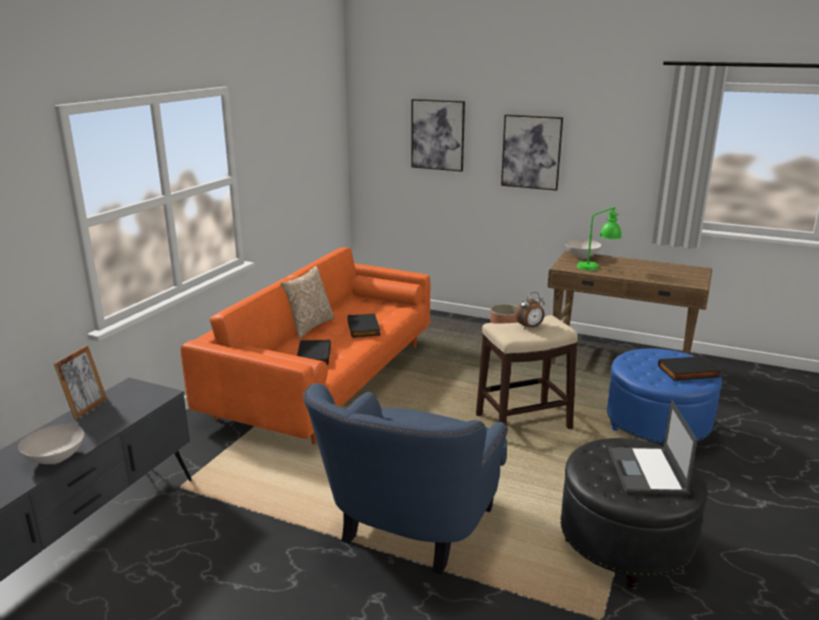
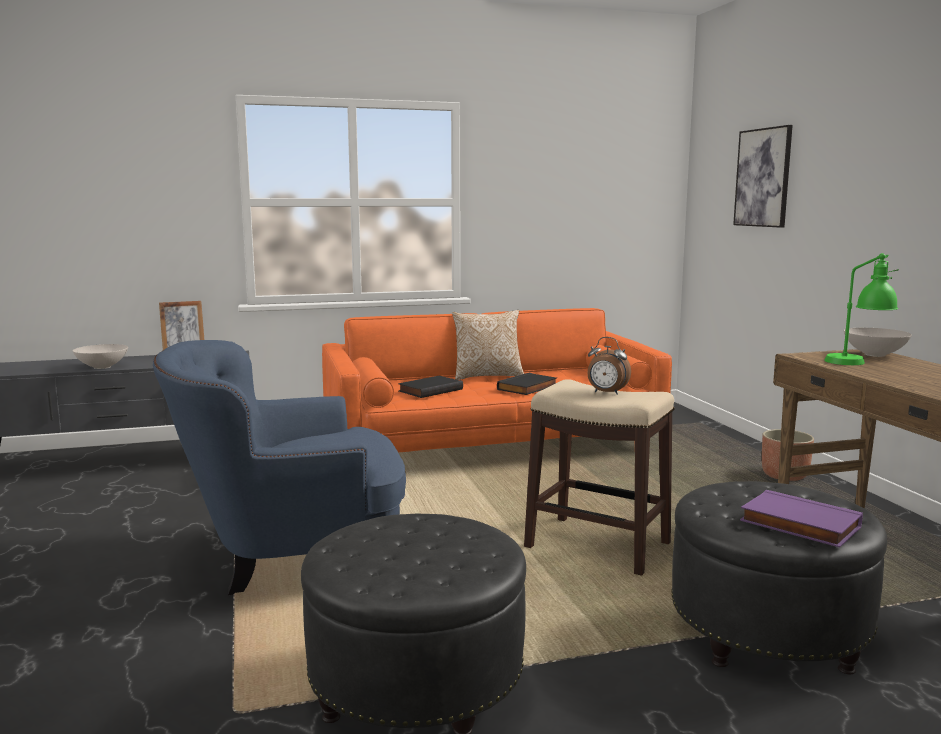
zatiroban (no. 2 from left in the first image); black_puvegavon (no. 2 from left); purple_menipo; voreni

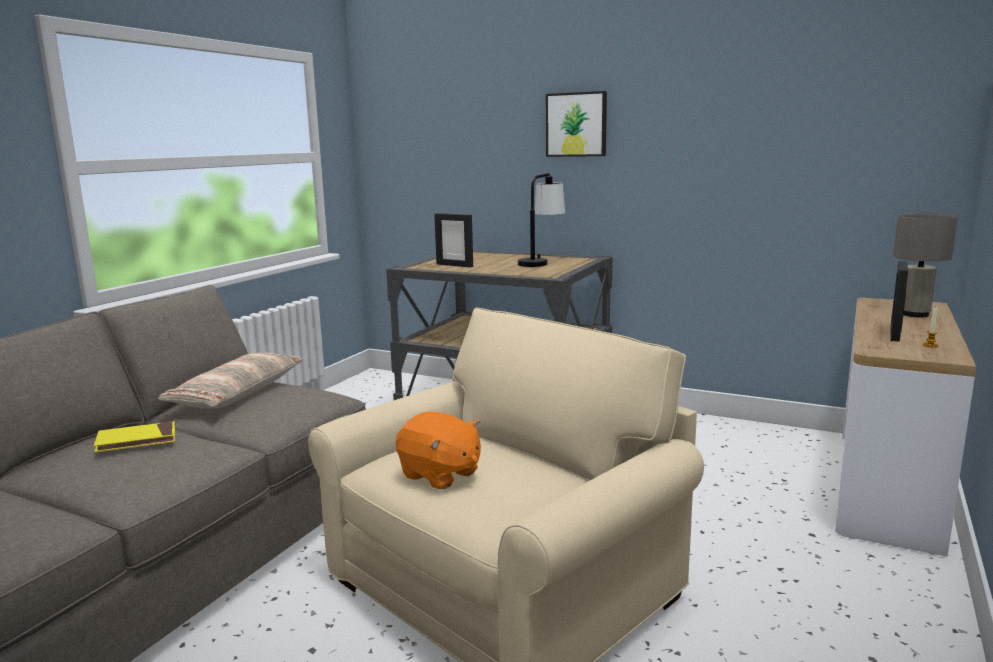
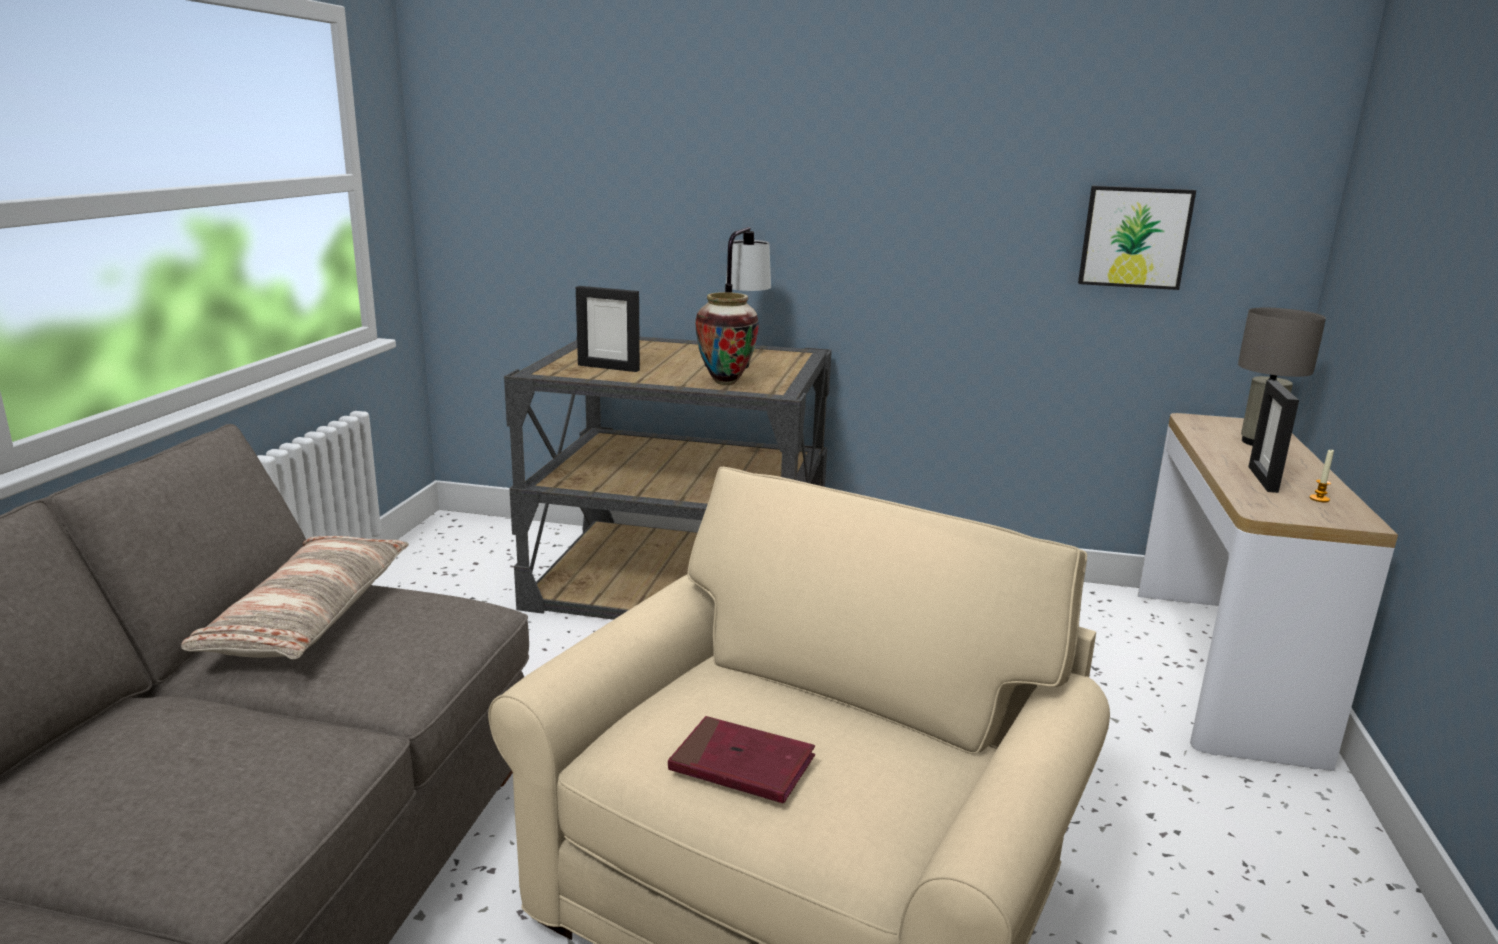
zatiroban; red_menipo; yellow_menipo; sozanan

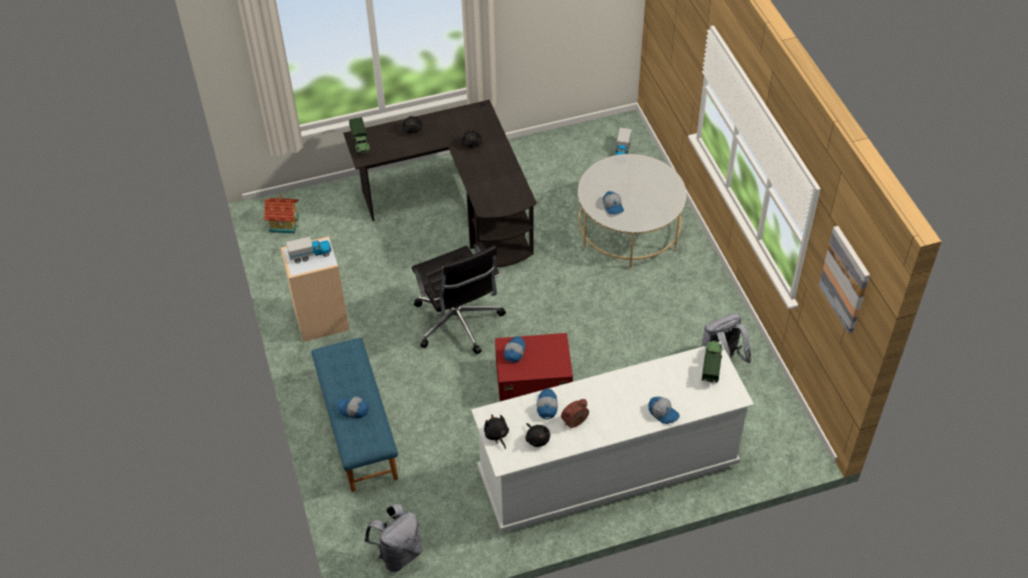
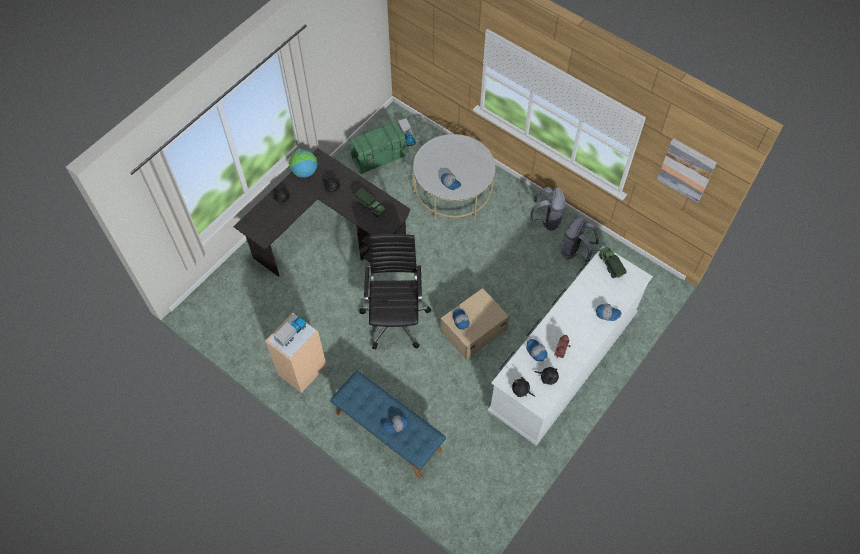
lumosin (no. 2 from left); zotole; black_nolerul; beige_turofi; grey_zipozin (no. 1 from left); green_turofi; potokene

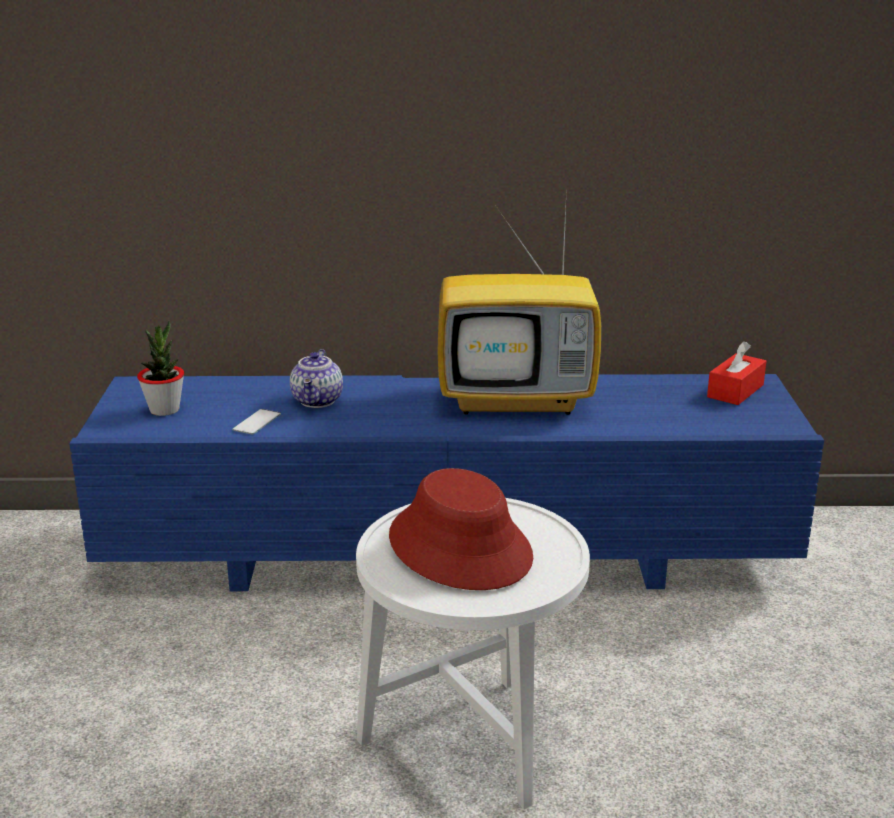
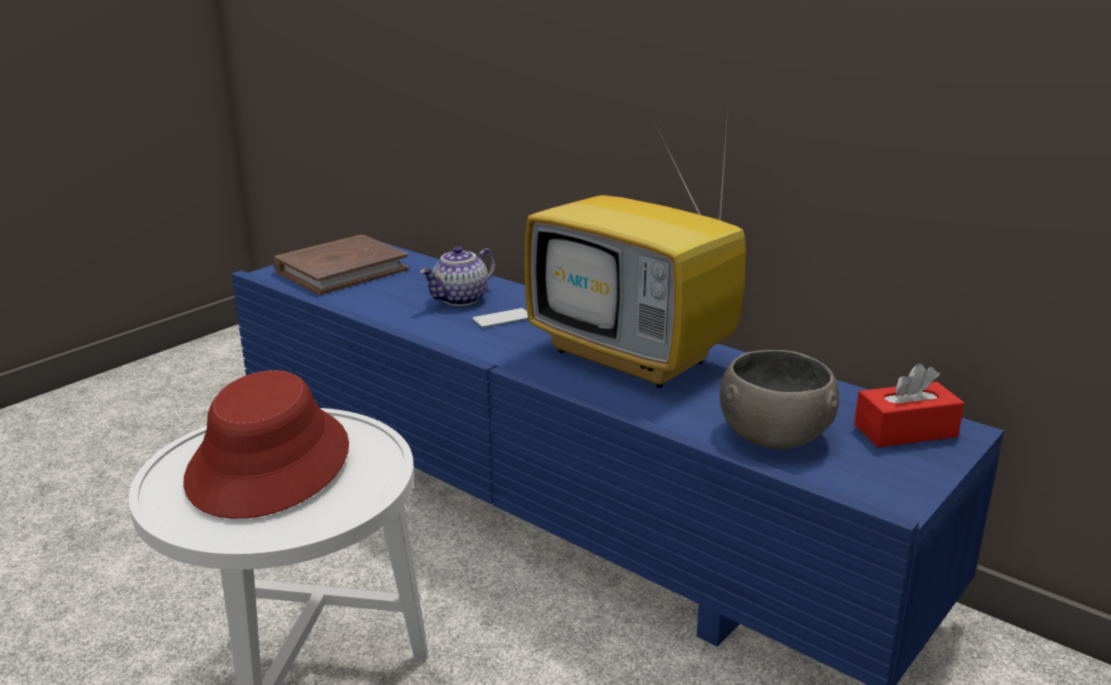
brown_menipo; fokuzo; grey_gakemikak

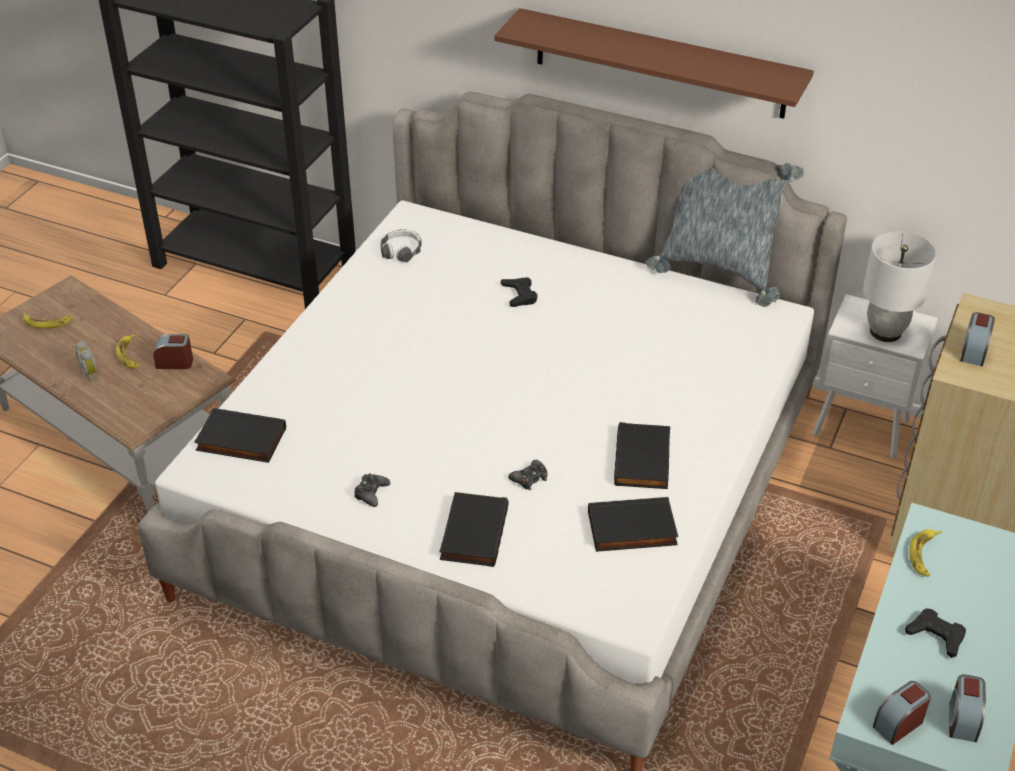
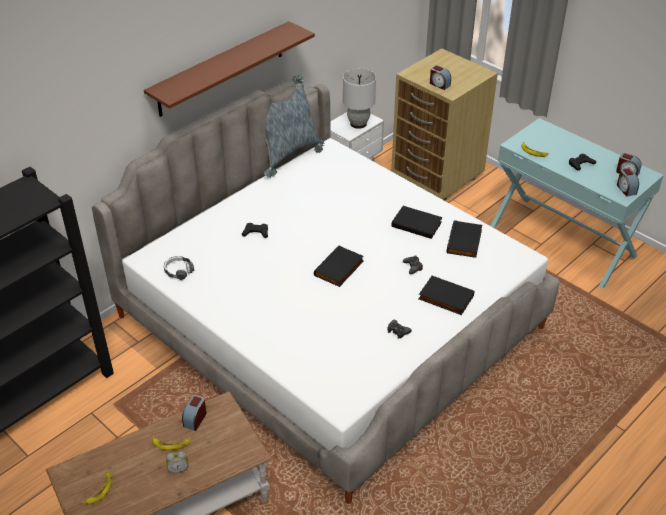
black_menipo (no. 1 from left)

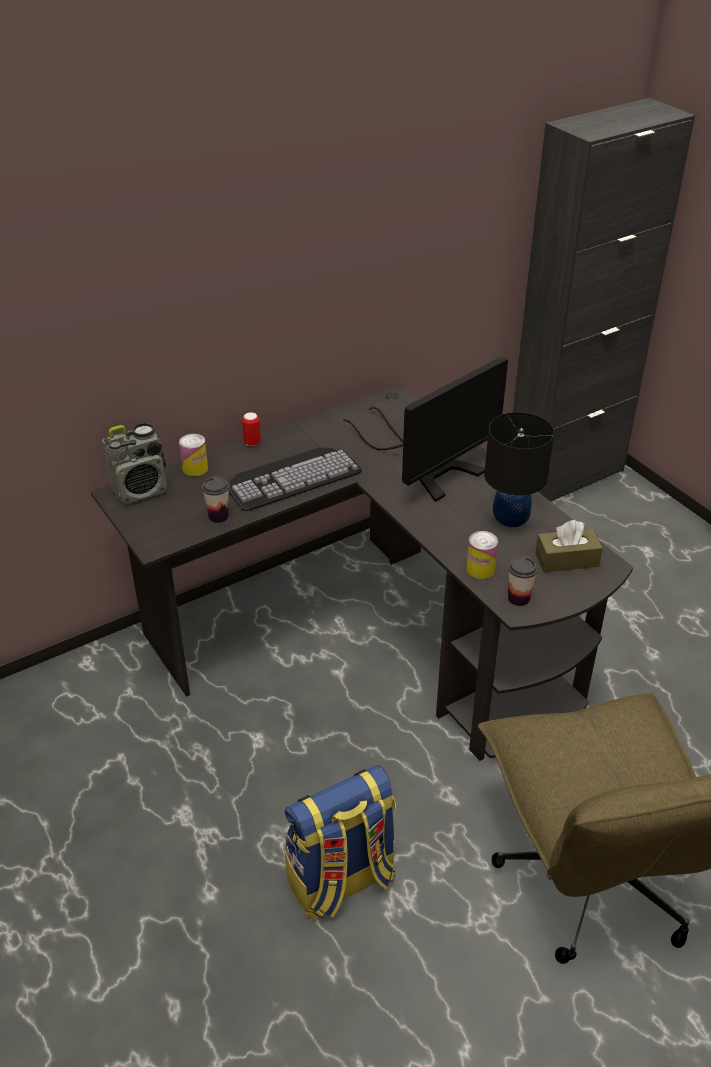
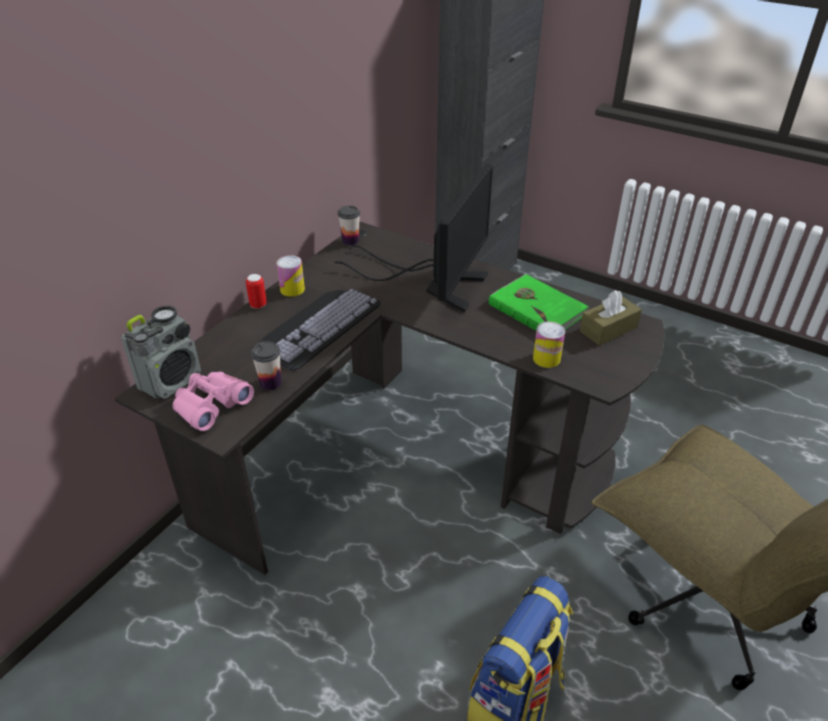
green_menipo; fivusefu (no. 2 from left); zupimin (no. 2 from left); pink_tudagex

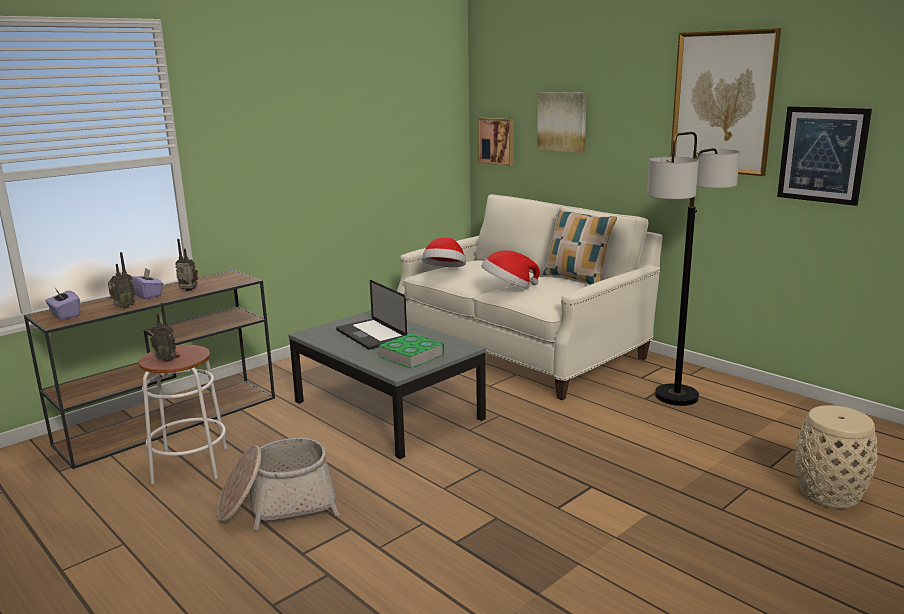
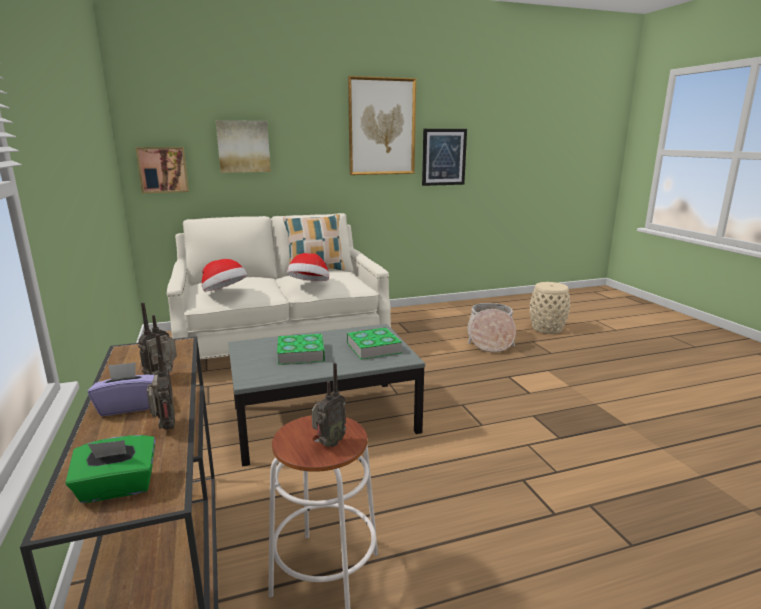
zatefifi; menipo (no. 1 from left); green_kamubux; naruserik

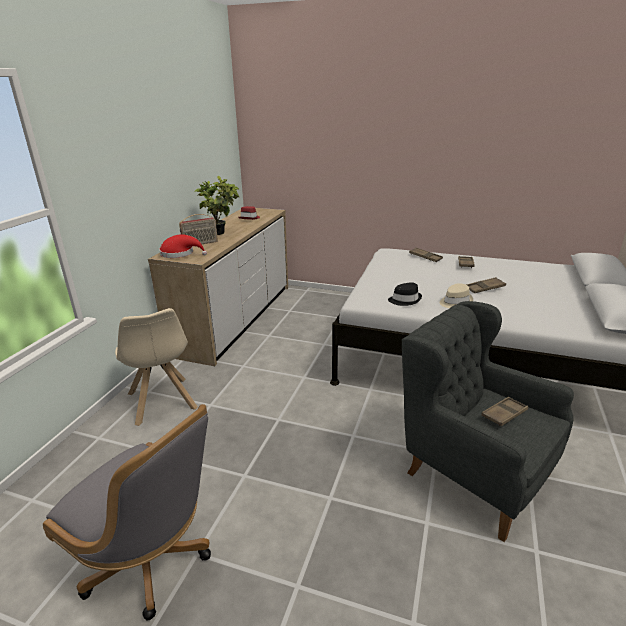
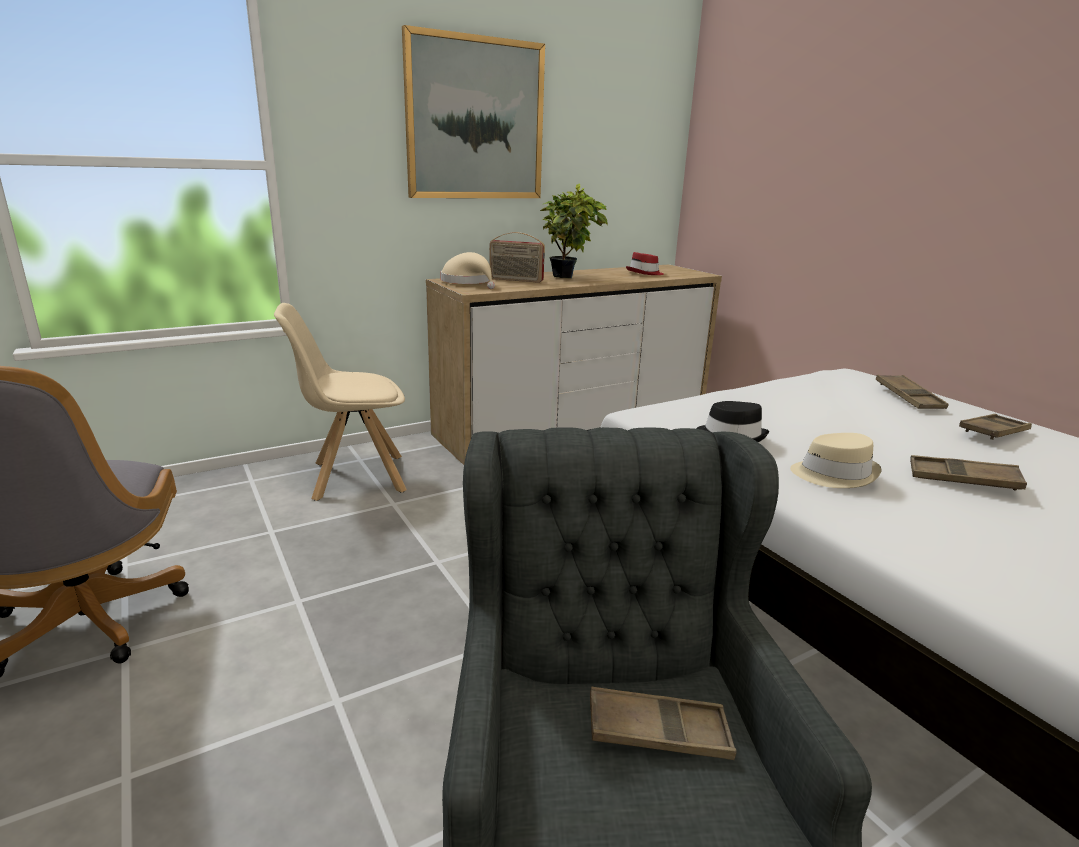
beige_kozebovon (no. 1 from left); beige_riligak; zatiroban

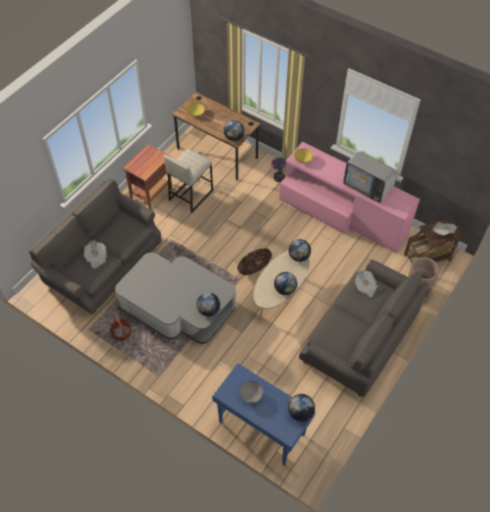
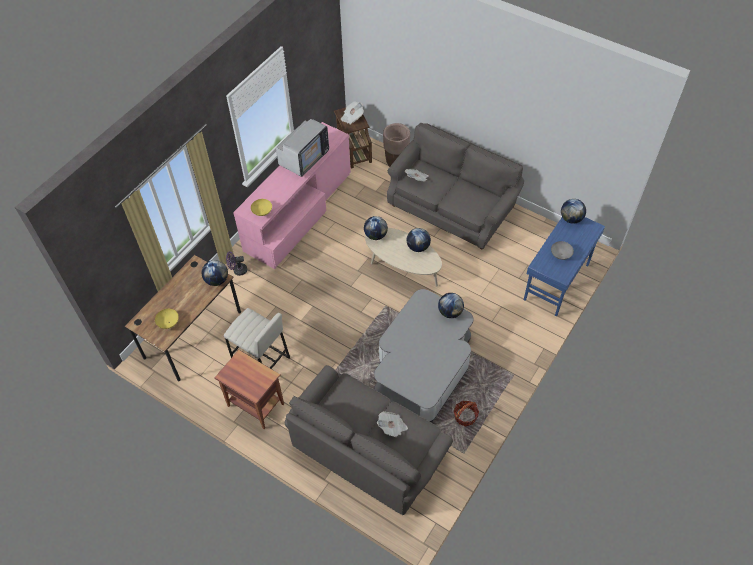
naruserik (no. 2 from left in the first image)

